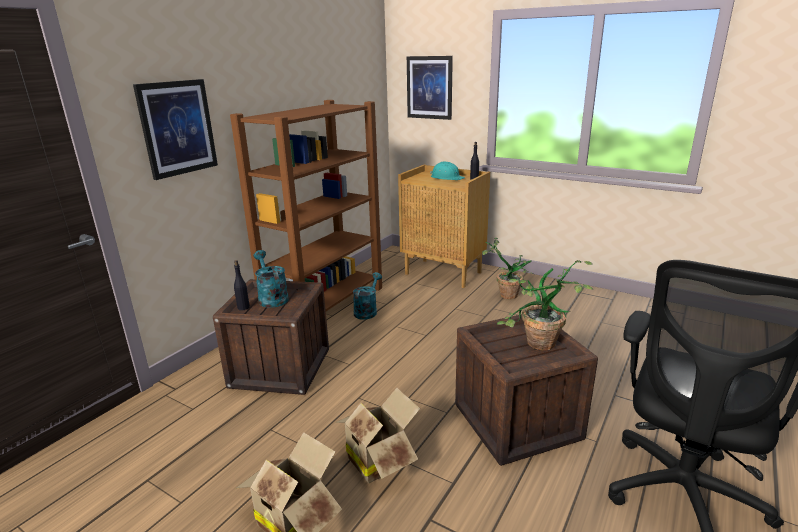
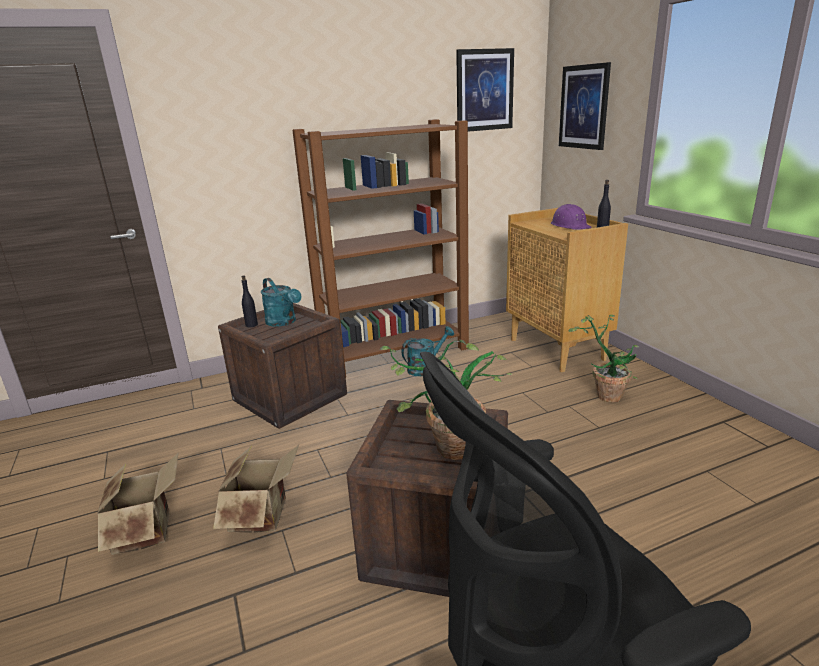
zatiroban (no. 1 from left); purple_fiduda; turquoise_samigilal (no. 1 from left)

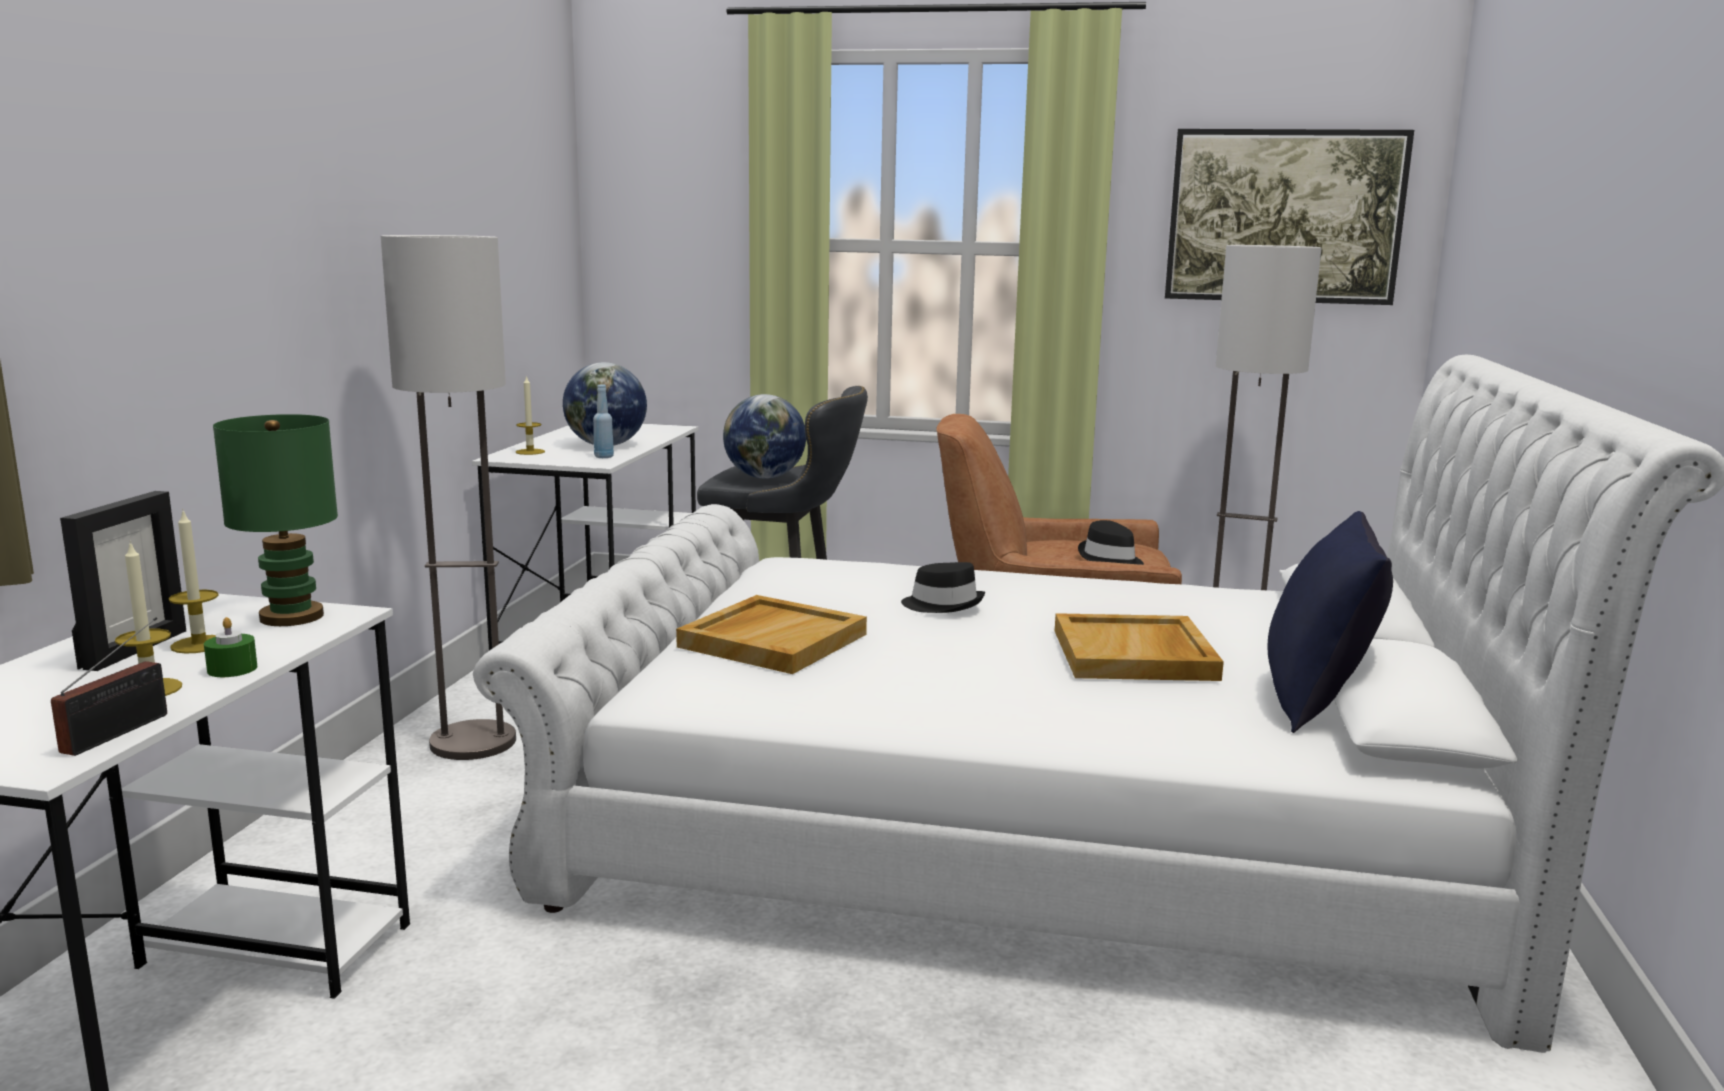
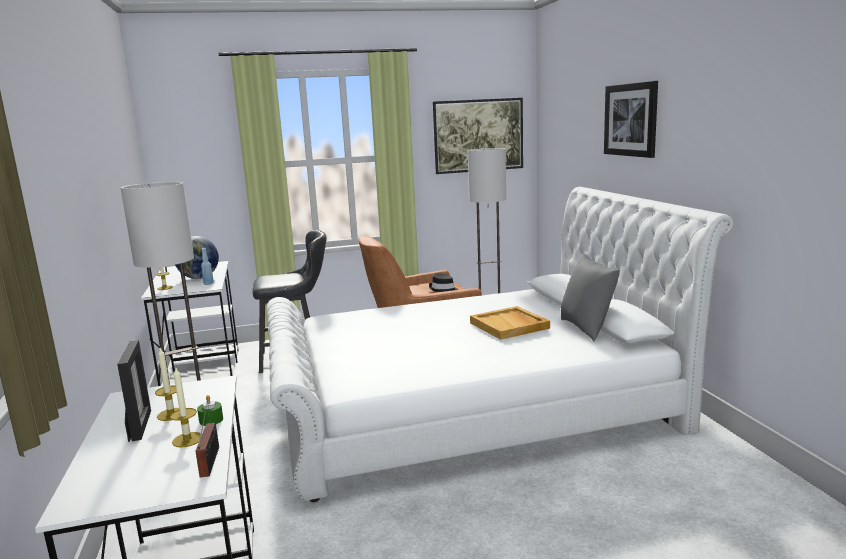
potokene (no. 2 from left in the first image); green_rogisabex; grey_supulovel; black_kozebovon (no. 1 from left in the first image); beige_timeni (no. 1 from left in the first image); zatiroban (no. 2 from left)

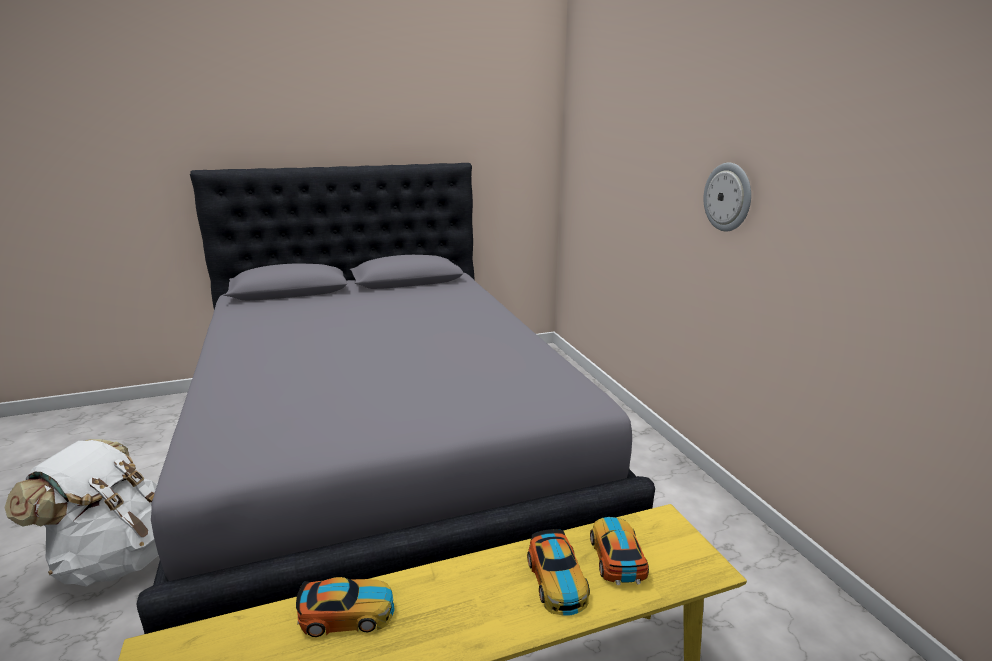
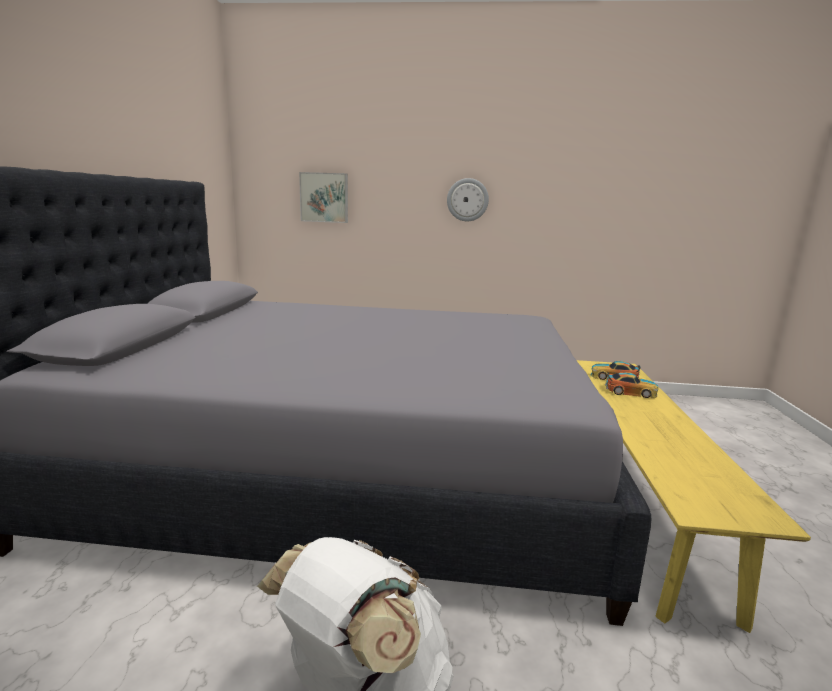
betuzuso (no. 1 from left in the first image); zatiroban

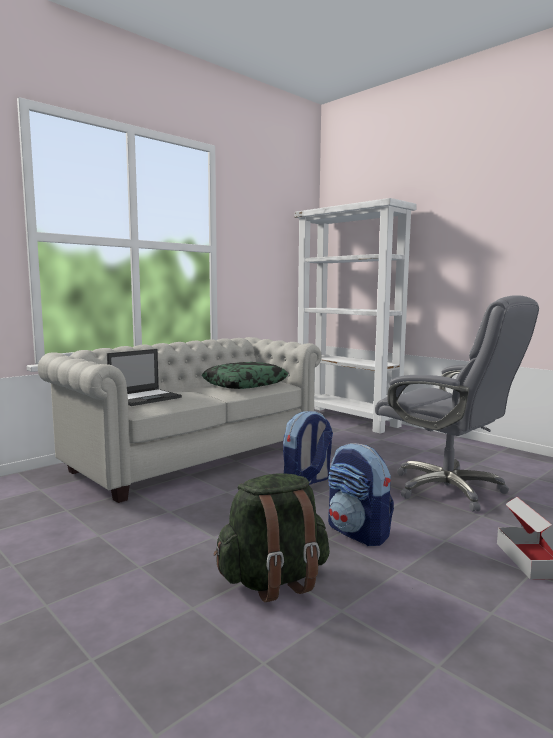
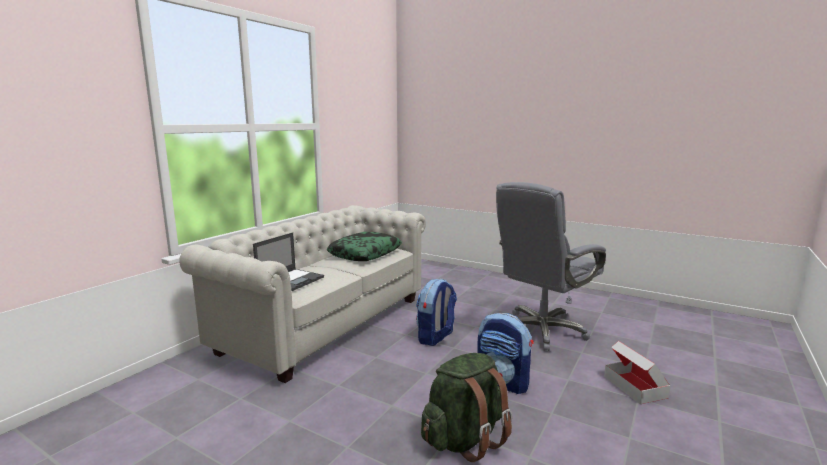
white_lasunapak; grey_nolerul

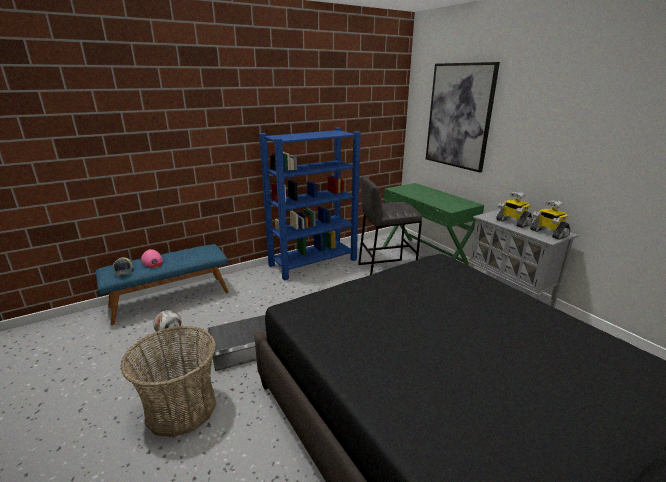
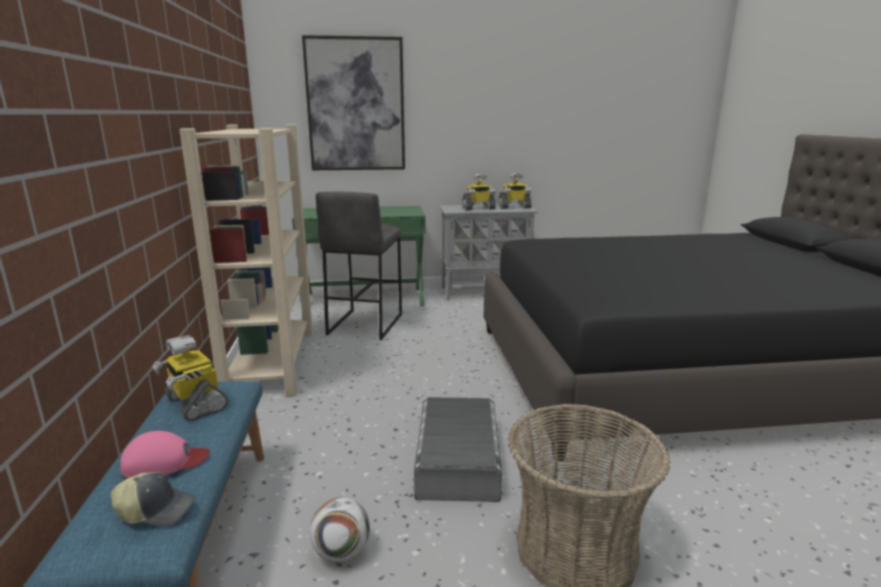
beige_lasunapak; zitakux (no. 1 from left)

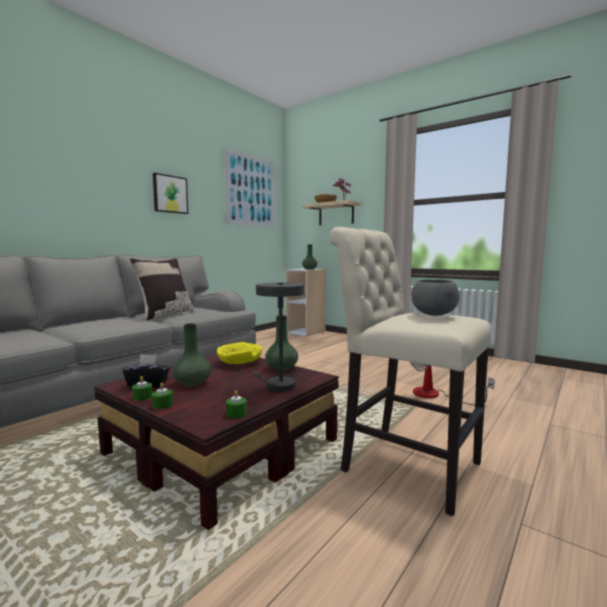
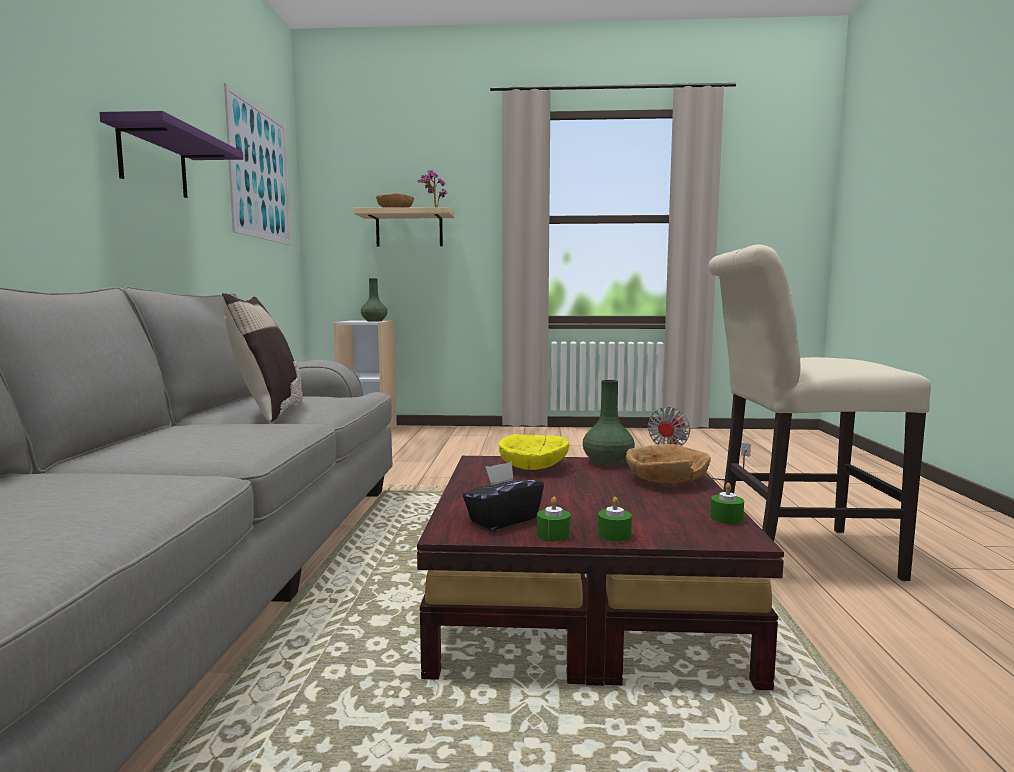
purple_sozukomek; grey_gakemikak; brown_gakemikak (no. 2 from left); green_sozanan (no. 1 from left in the first image)

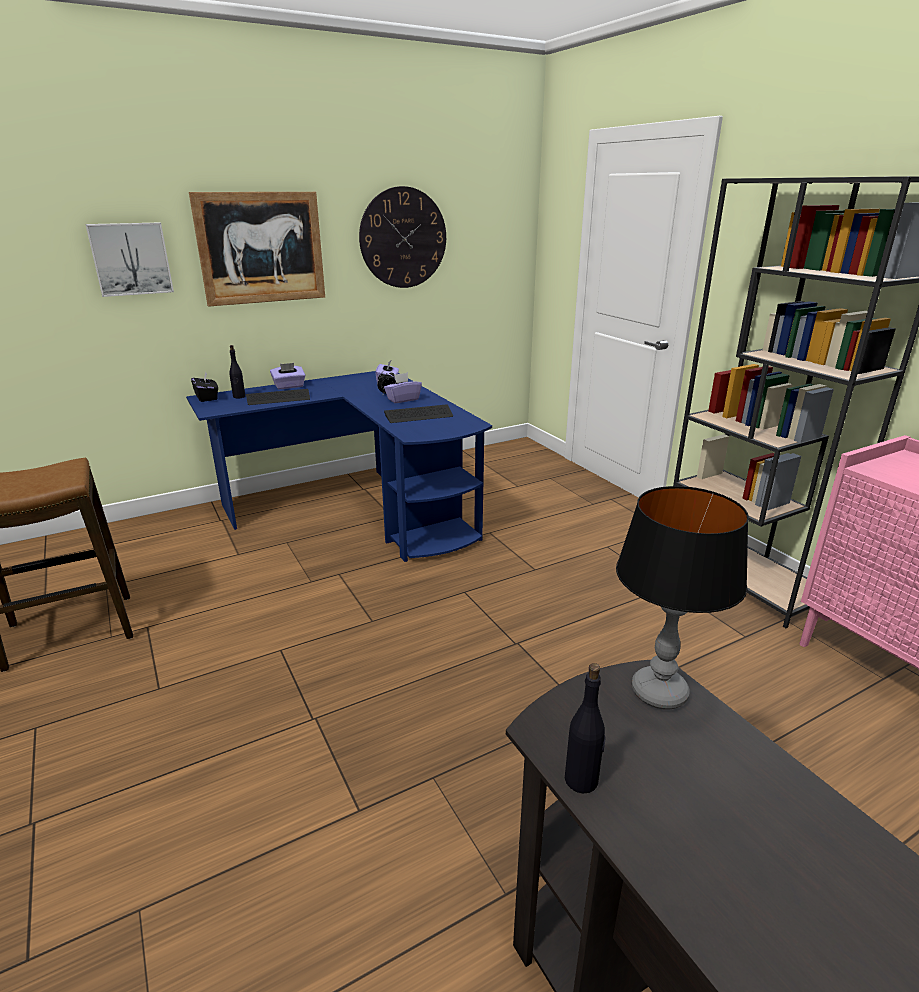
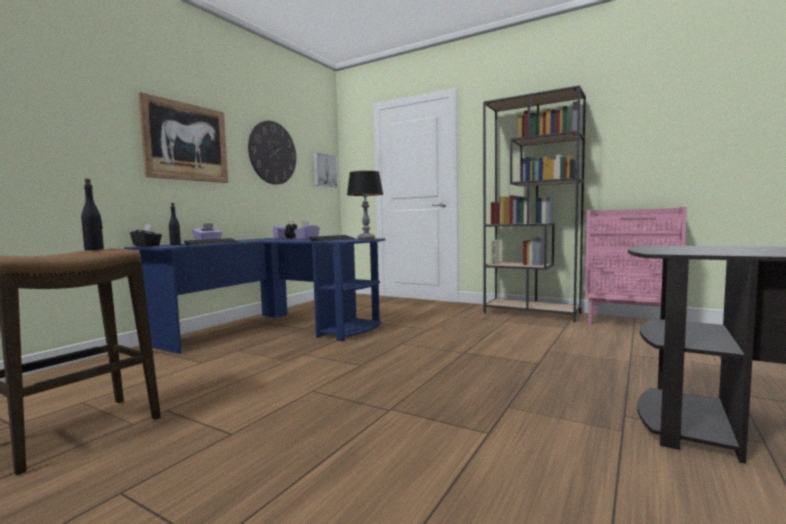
zatiroban (no. 2 from left); rogisabex; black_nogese (no. 1 from left)

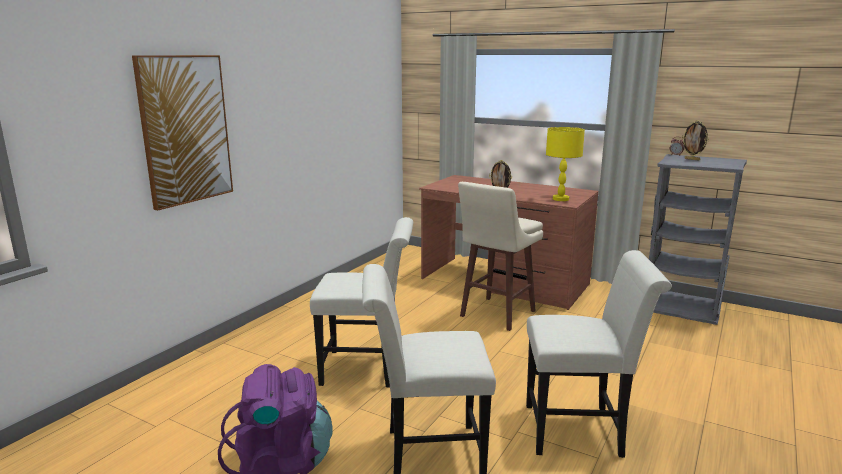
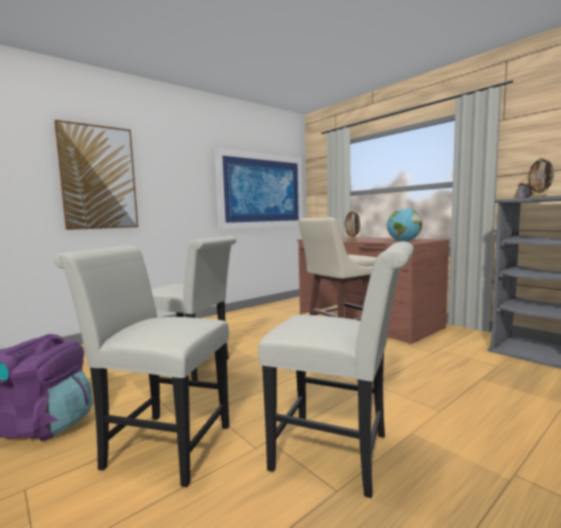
potokene; zatiroban (no. 2 from left)

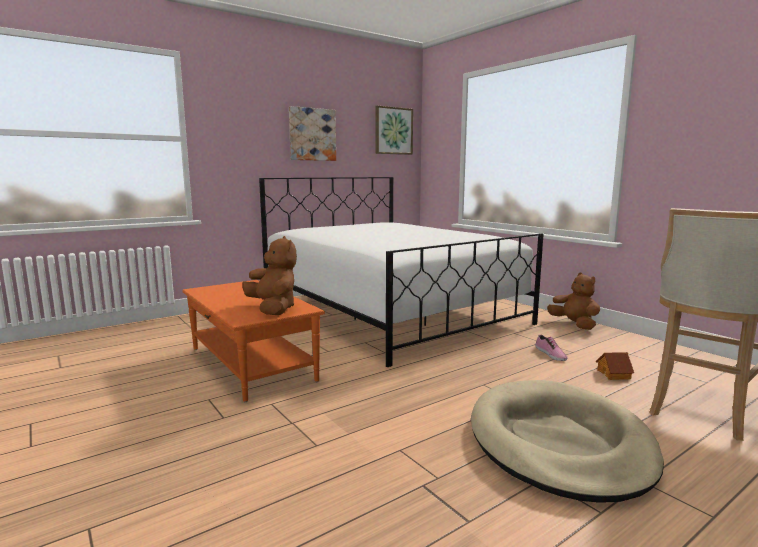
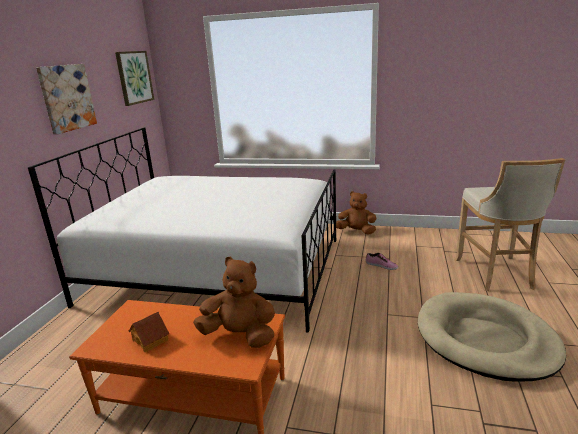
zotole

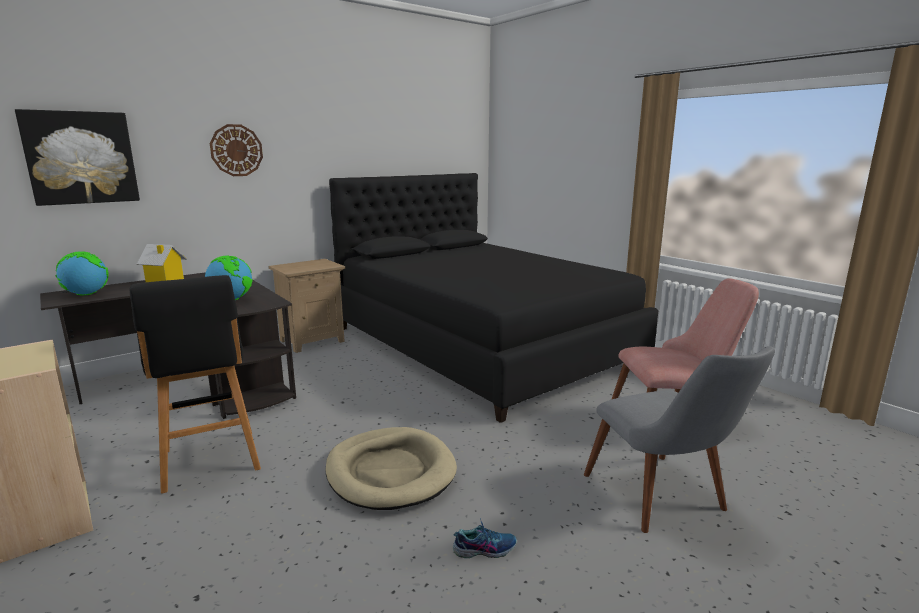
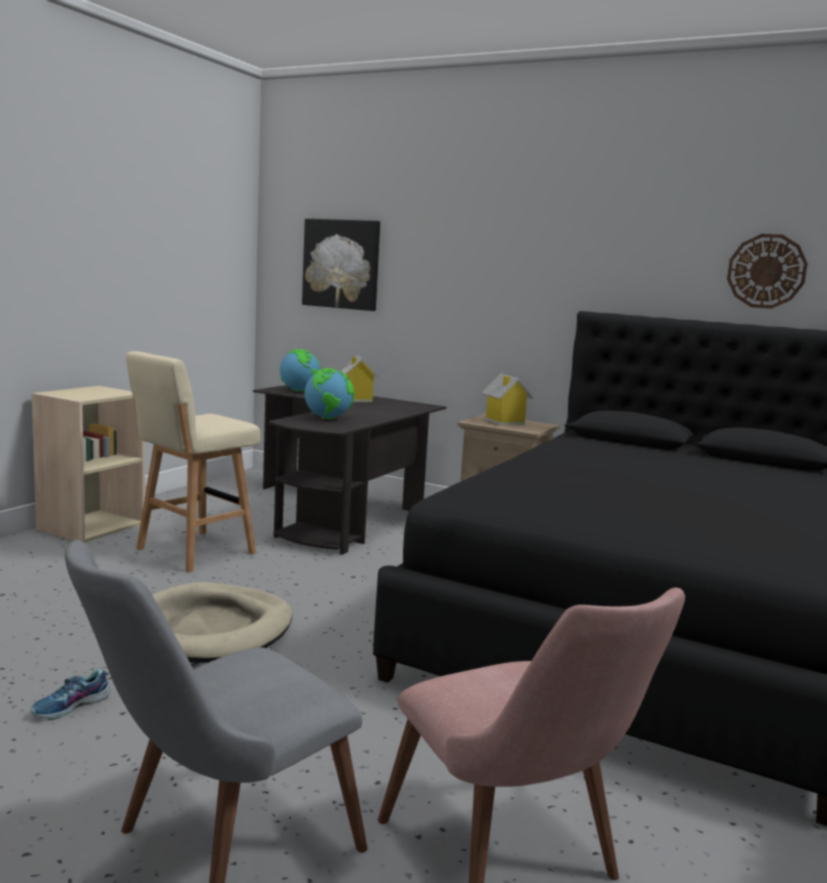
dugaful; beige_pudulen; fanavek; zotole (no. 2 from left)

